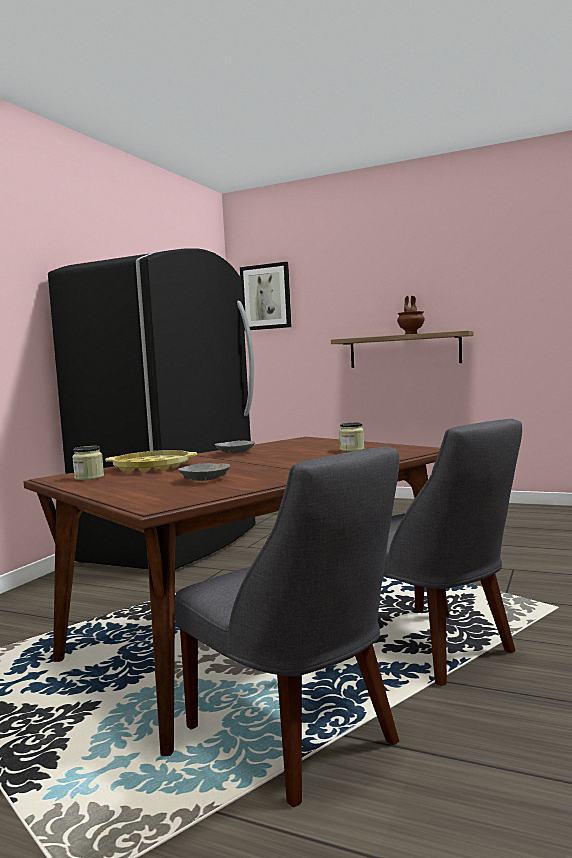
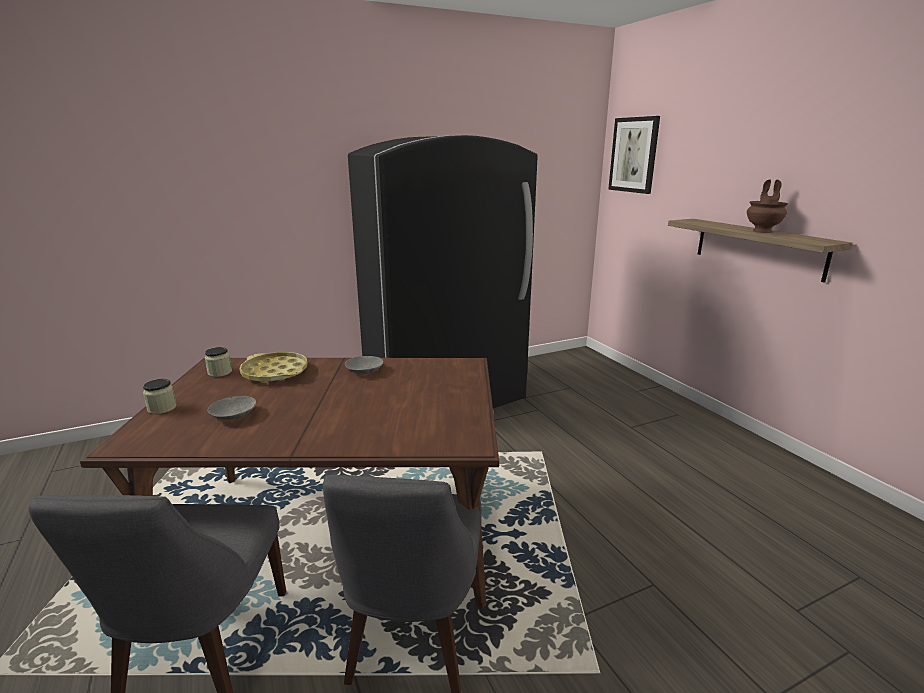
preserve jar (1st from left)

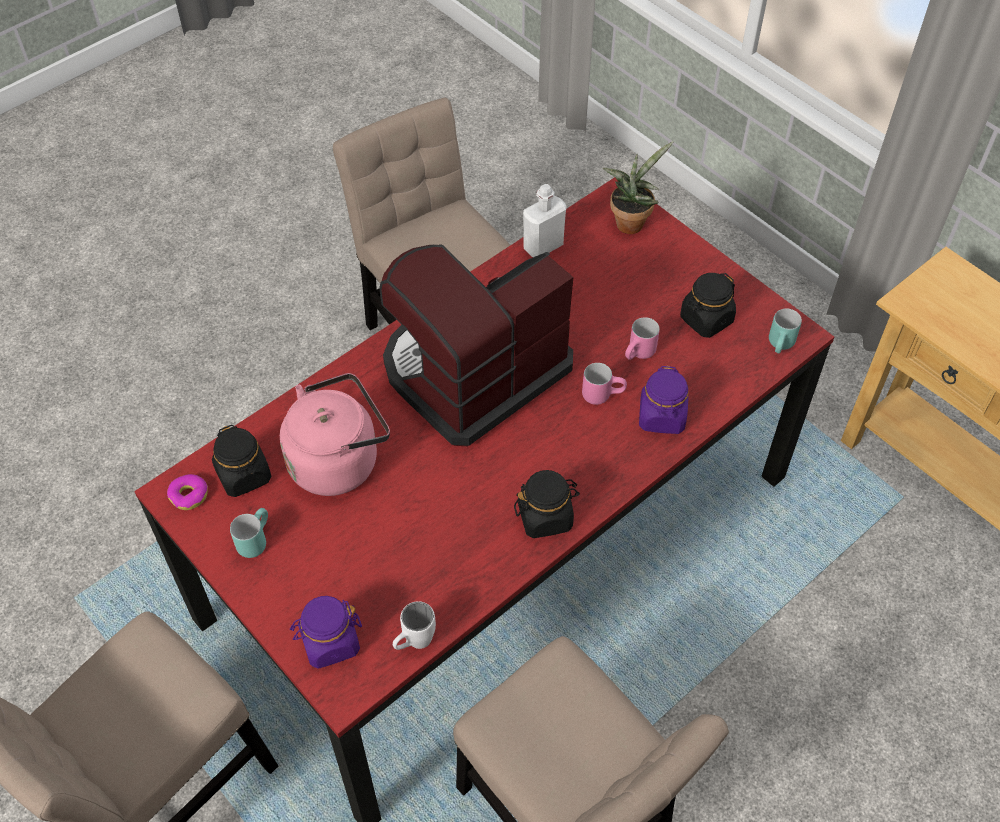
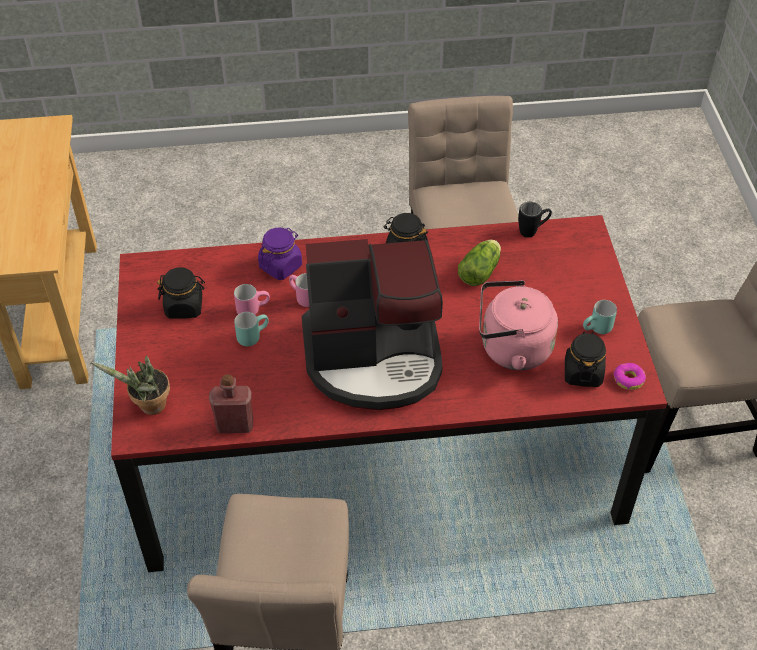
beverage bottle (red-coloured); mug (turquoise-coloured) (1st from left); preserve jar (purplish) (1st from left in the first image); mug (black); head of lettuce

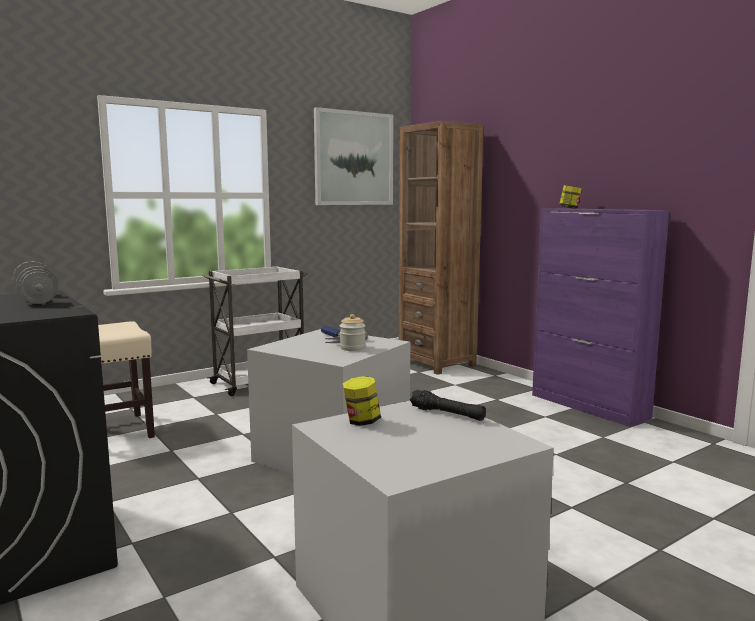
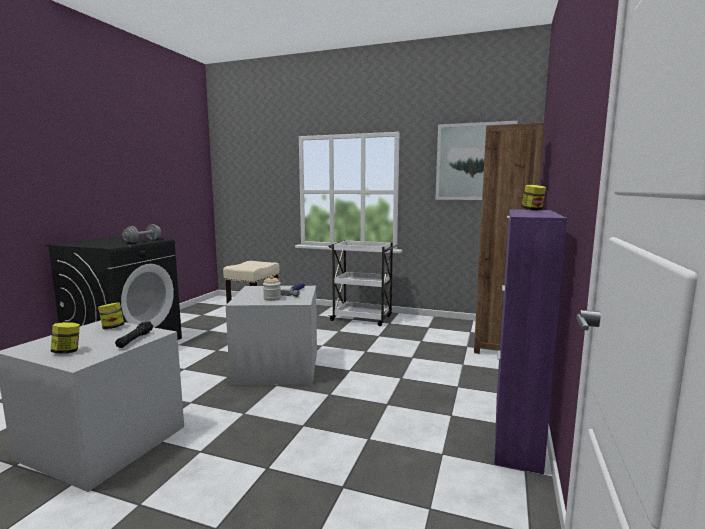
preserve jar (1st from left)

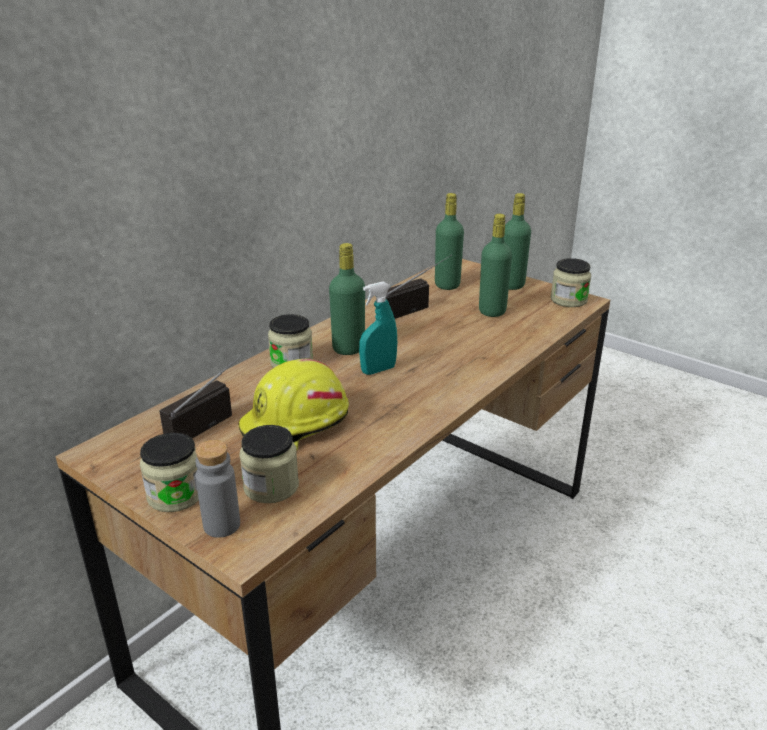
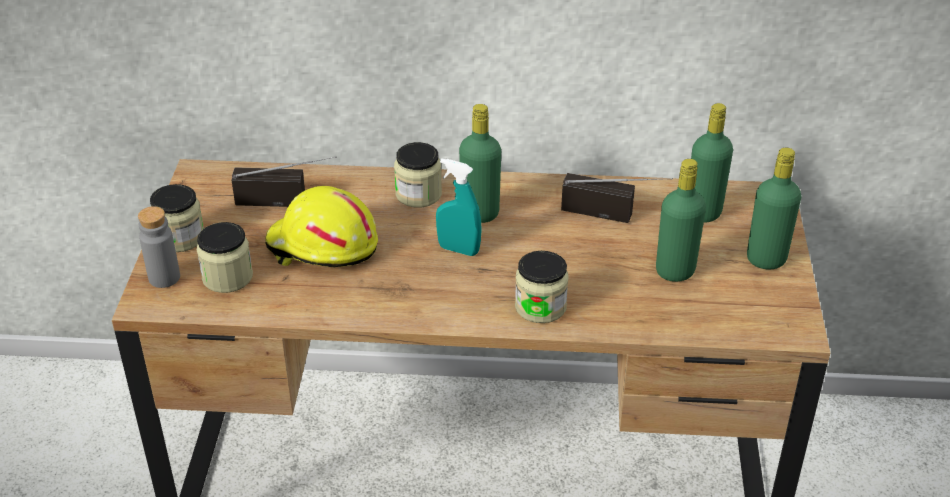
preserve jar (4th from left)

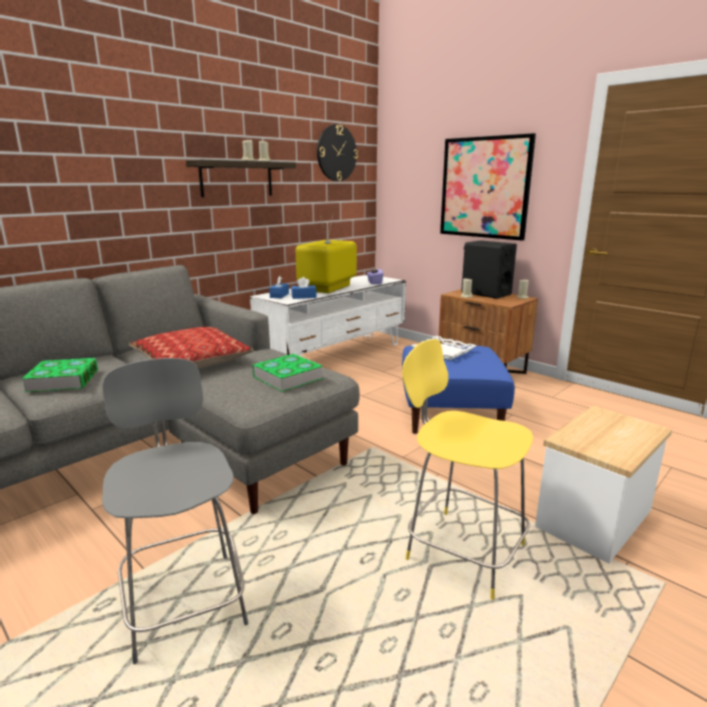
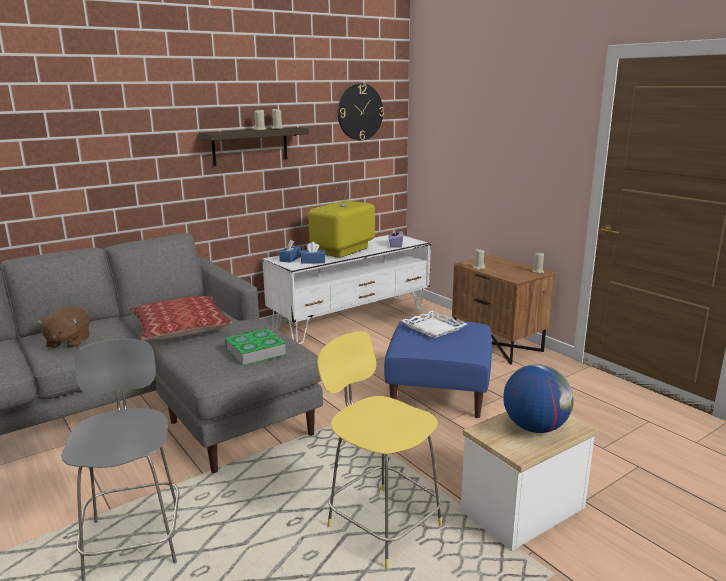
wall picture; speaker (black); plush toy (brown); world globe

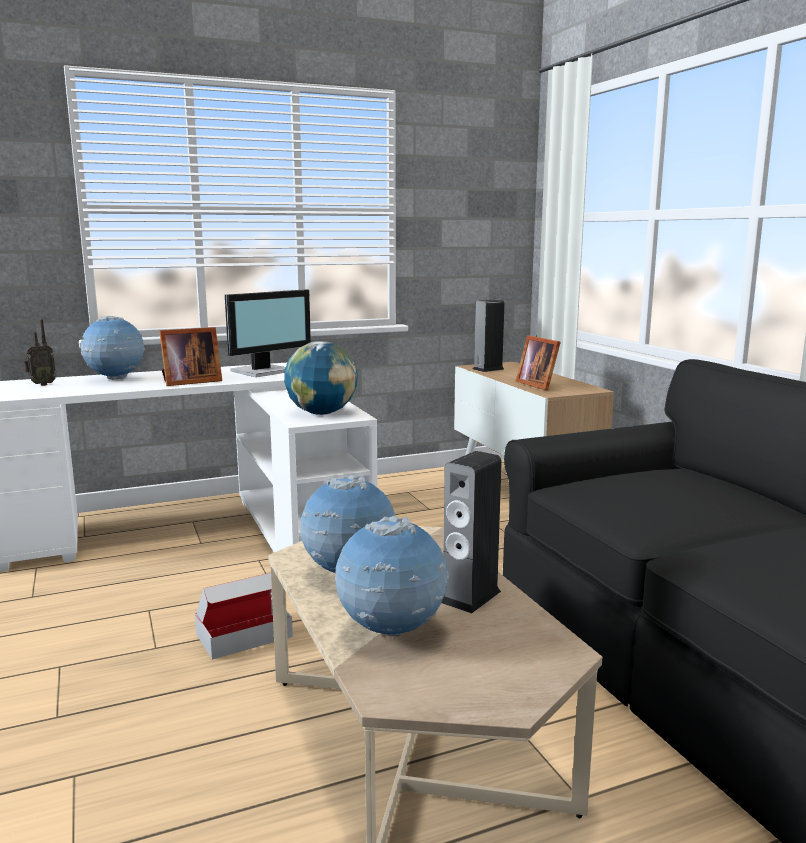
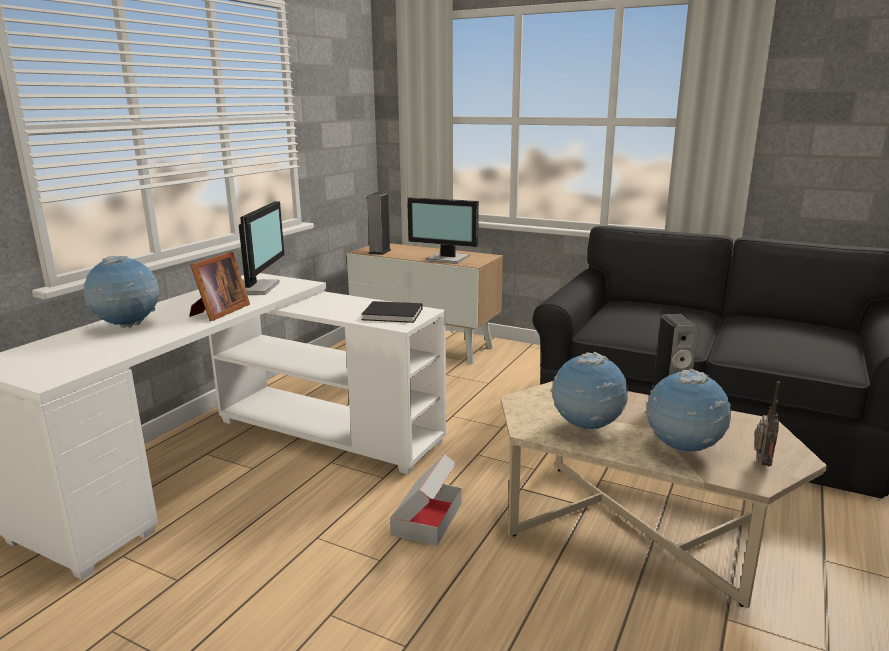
radio set; computer display (2nd from left); book (black)

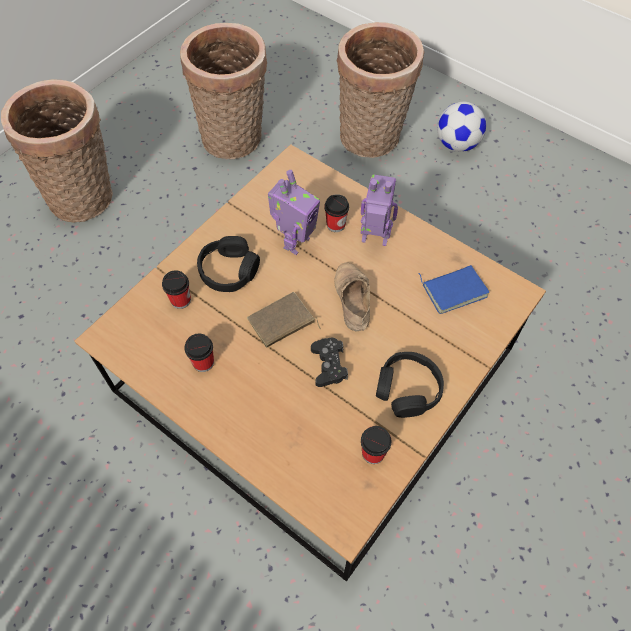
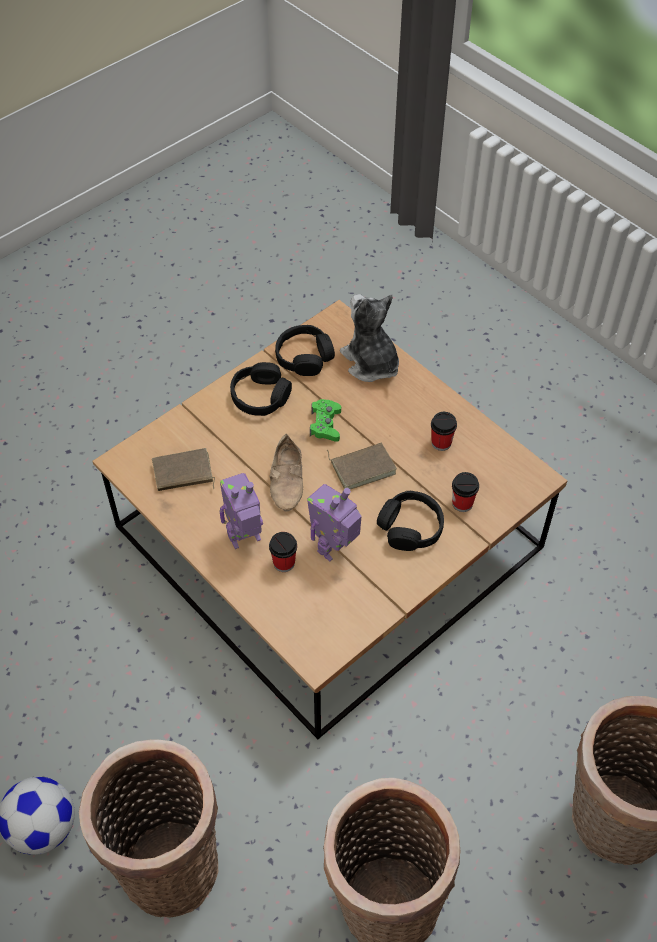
model robot (1st from left); book (brown) (1st from left); game controller (green); headphones (black) (2nd from left); plush toy

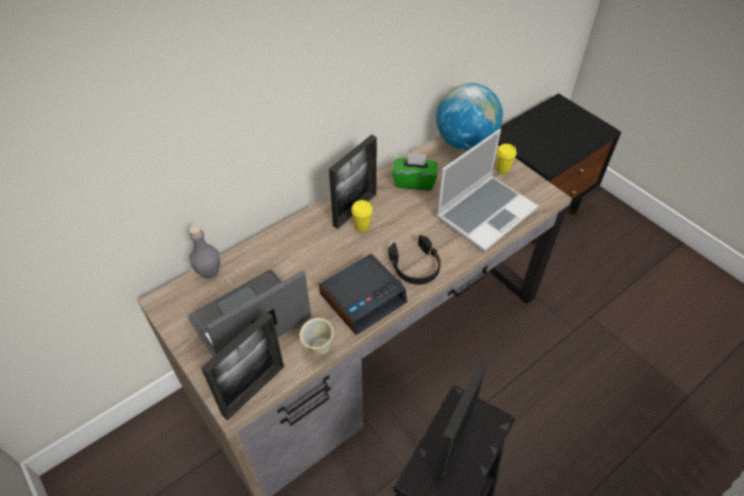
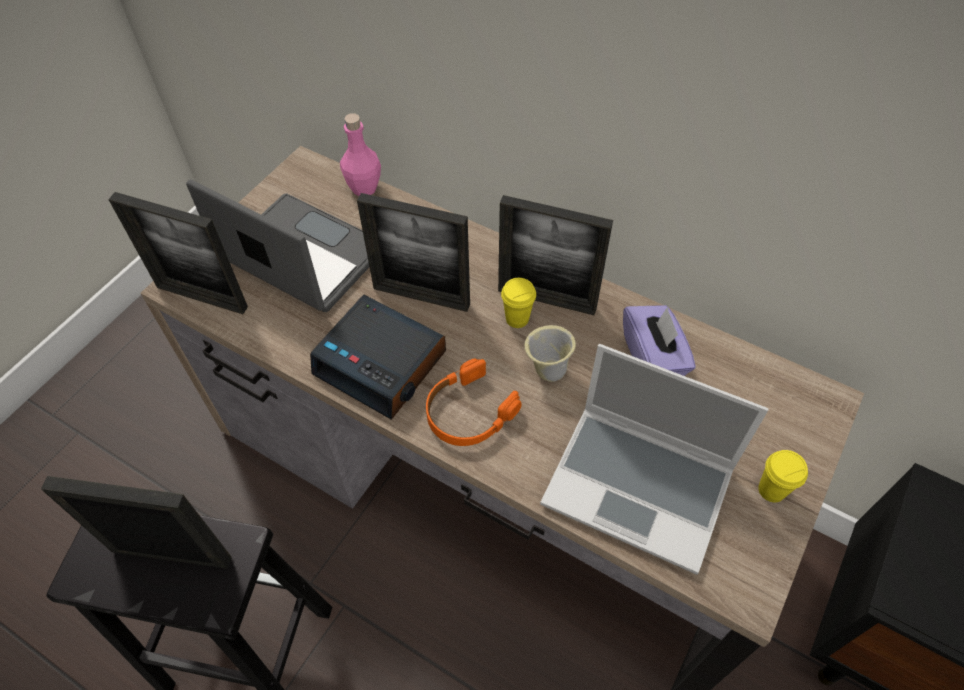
world globe; tissue box (purplish); beverage bottle (pink); headphones (orangey); mug (sand-coloured); photo frame (3rd from left)

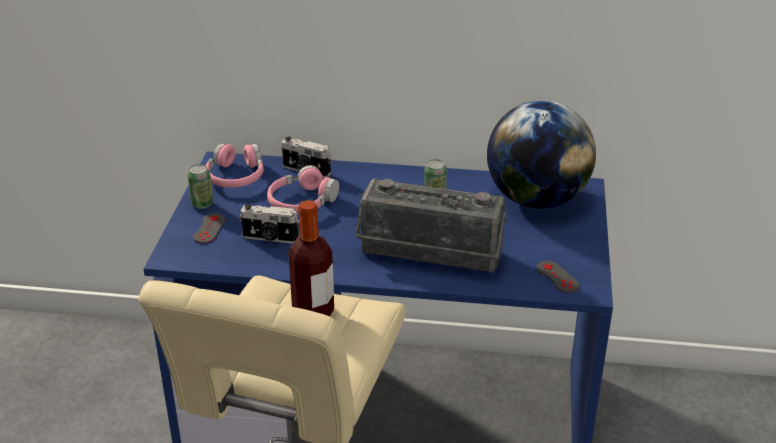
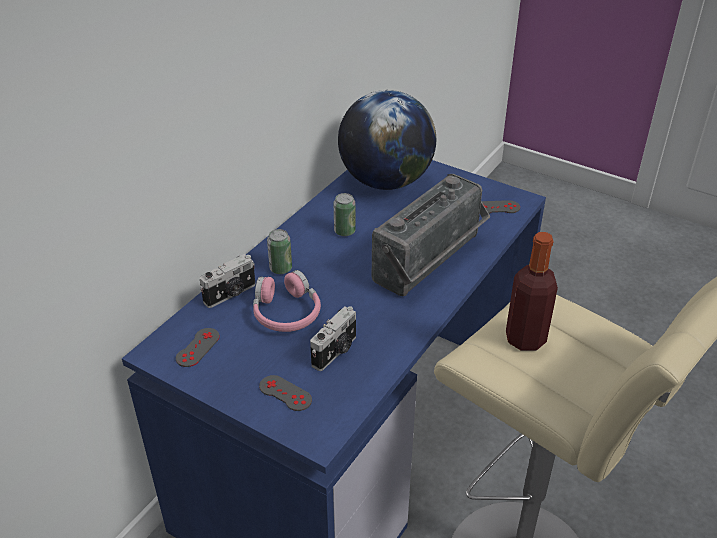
game controller (grey) (1st from left); sealed can (1st from left)

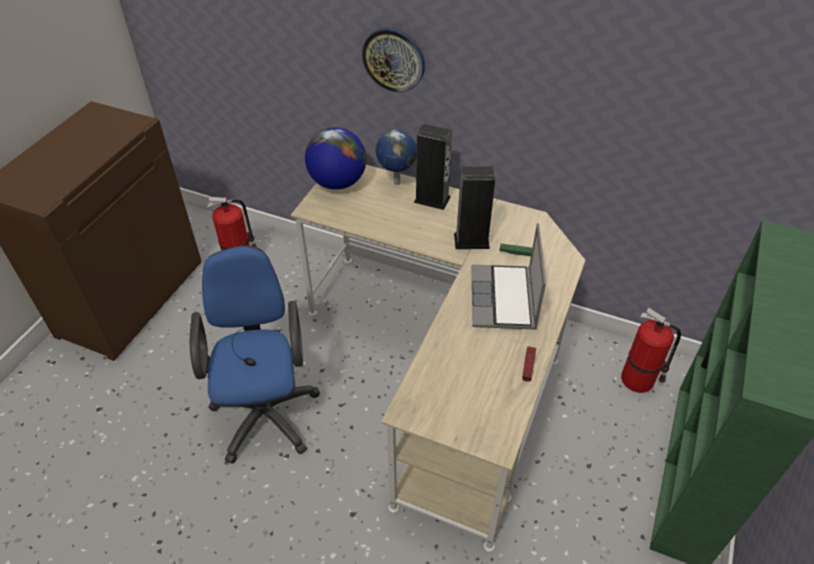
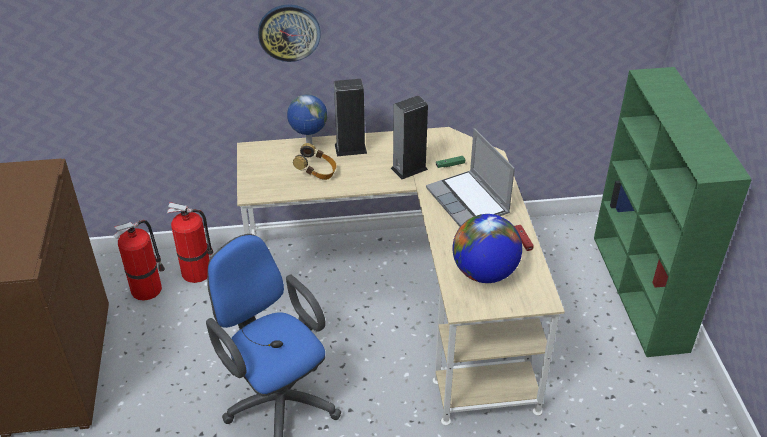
world globe (2nd from left); fire extinguisher (2nd from left); headphones

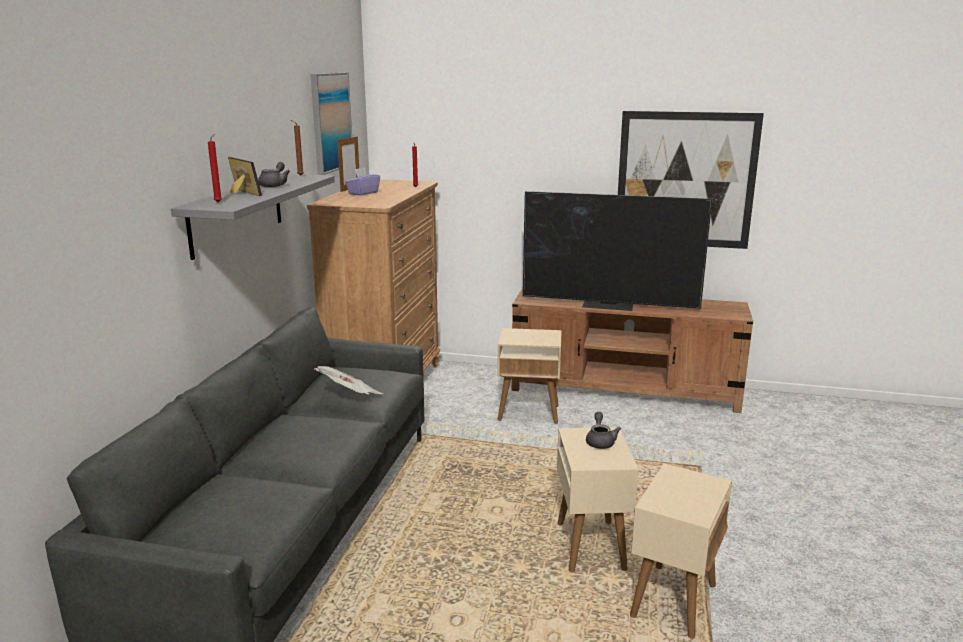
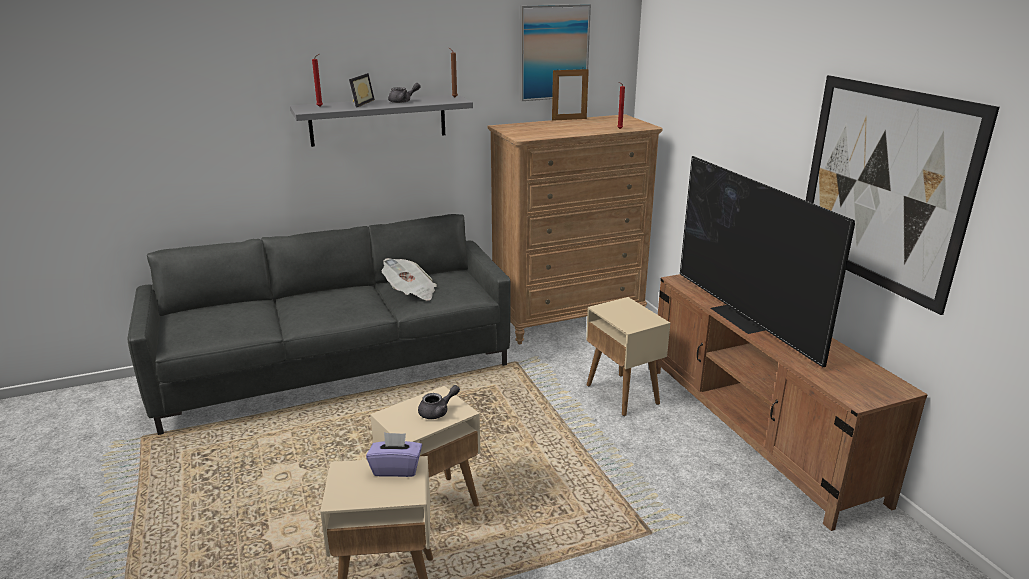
tissue box (purplish)

